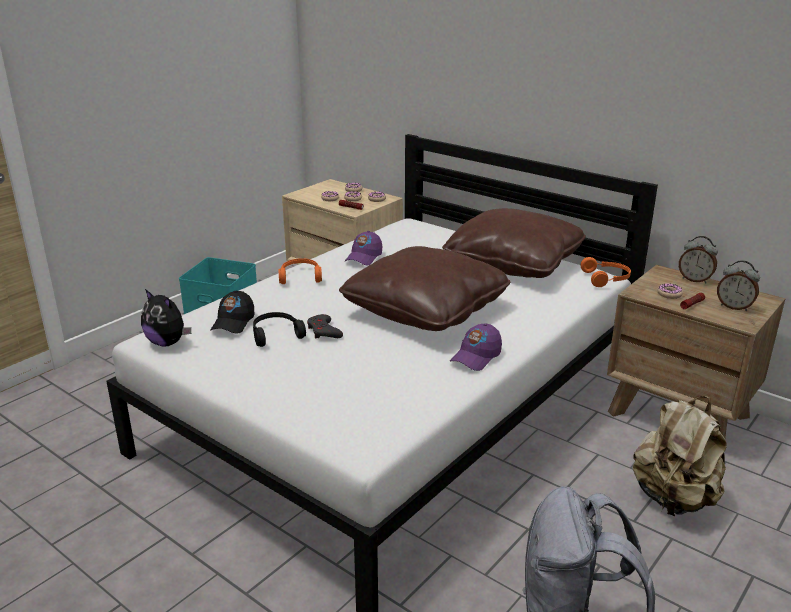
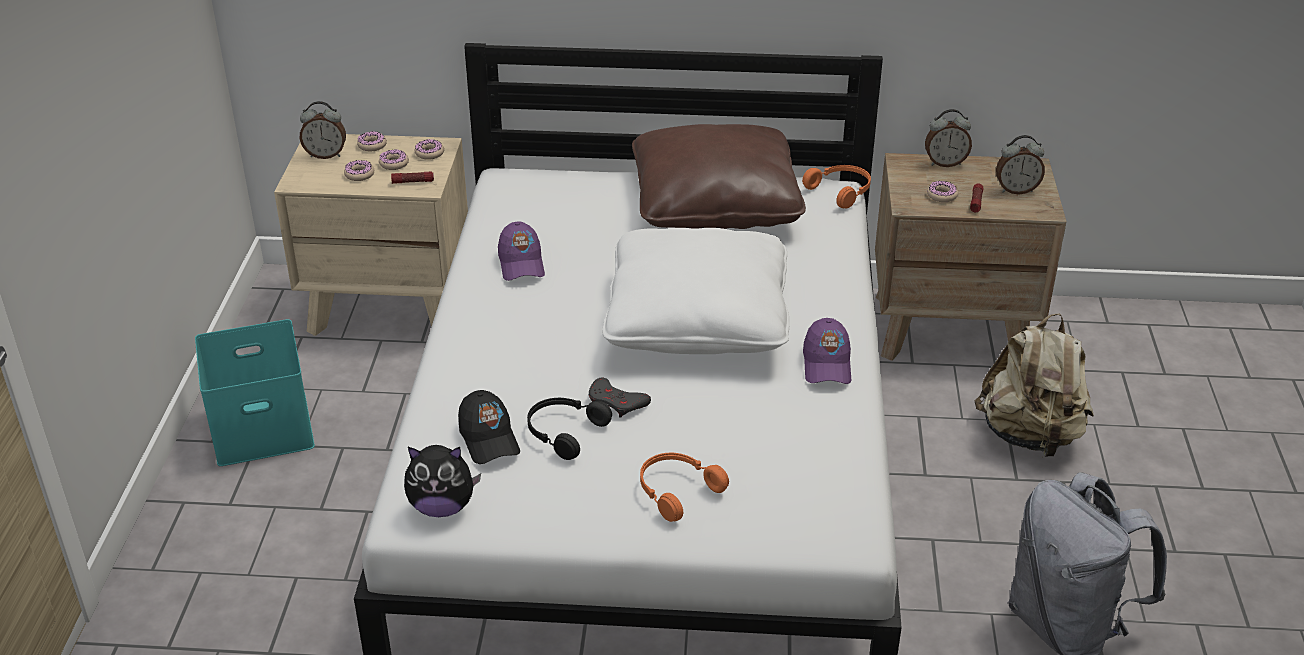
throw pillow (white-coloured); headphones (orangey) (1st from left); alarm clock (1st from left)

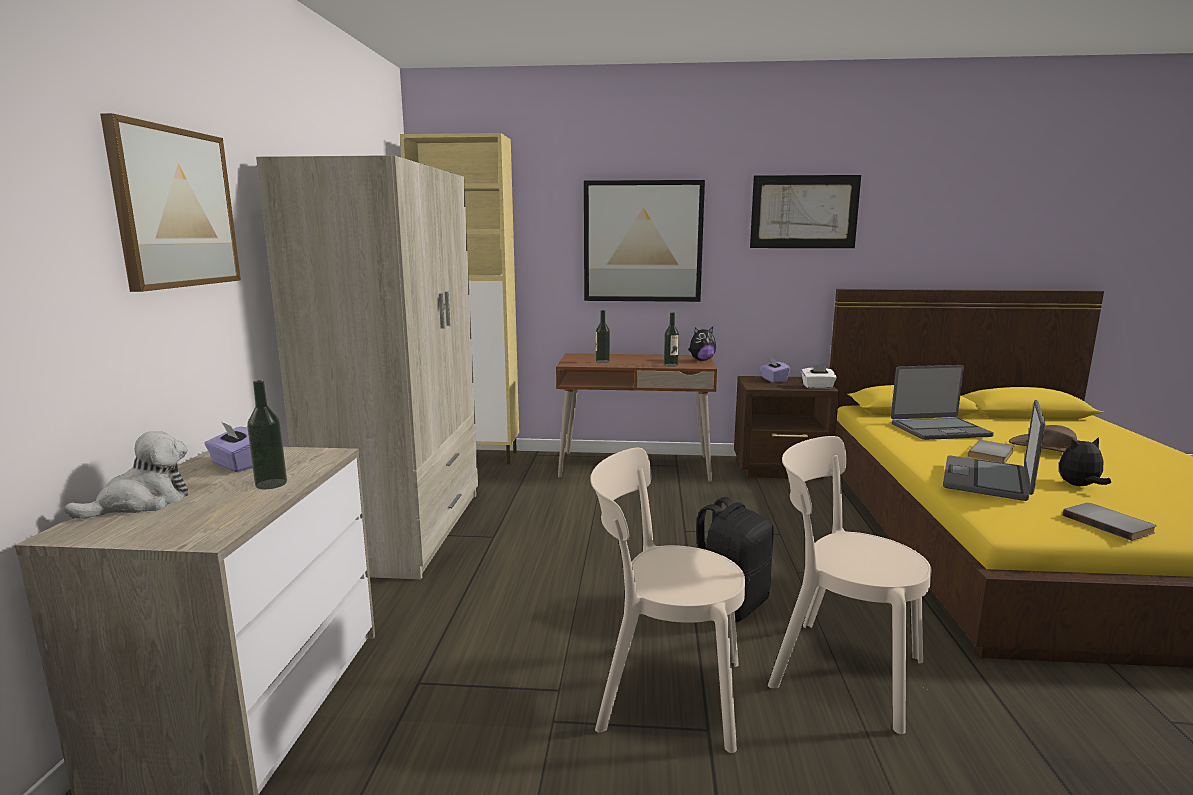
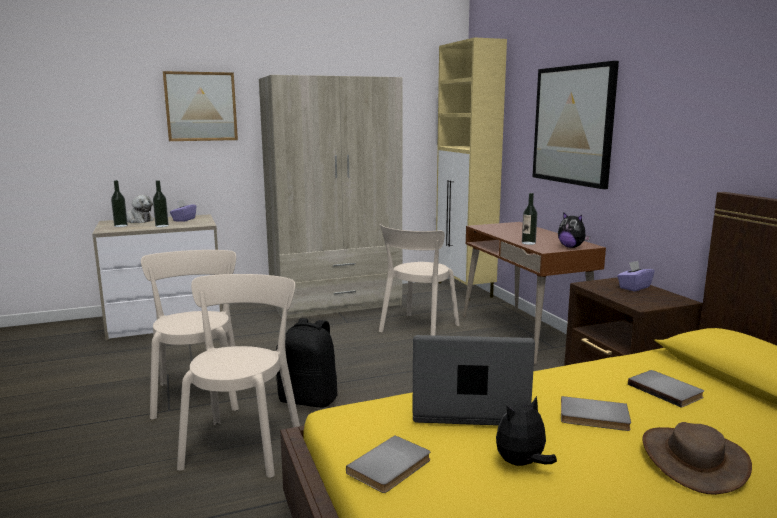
wall picture (3rd from left in the first image); beverage bottle (1st from left); tissue box (white-coloured); book (grey) (3rd from left); plush toy (2nd from left); chair (sand-coloured) (3rd from left)

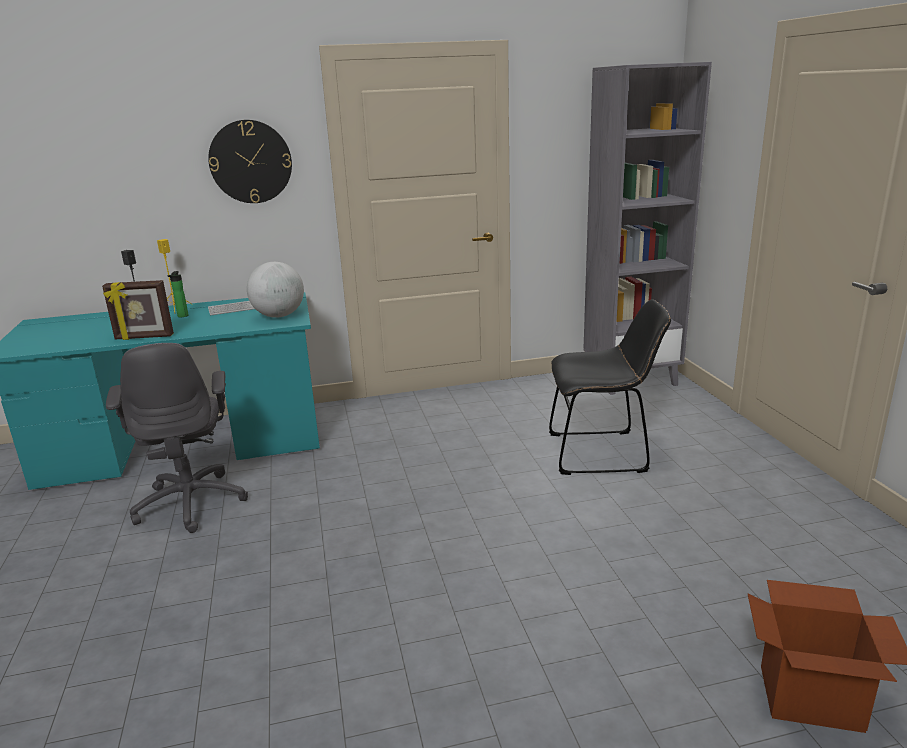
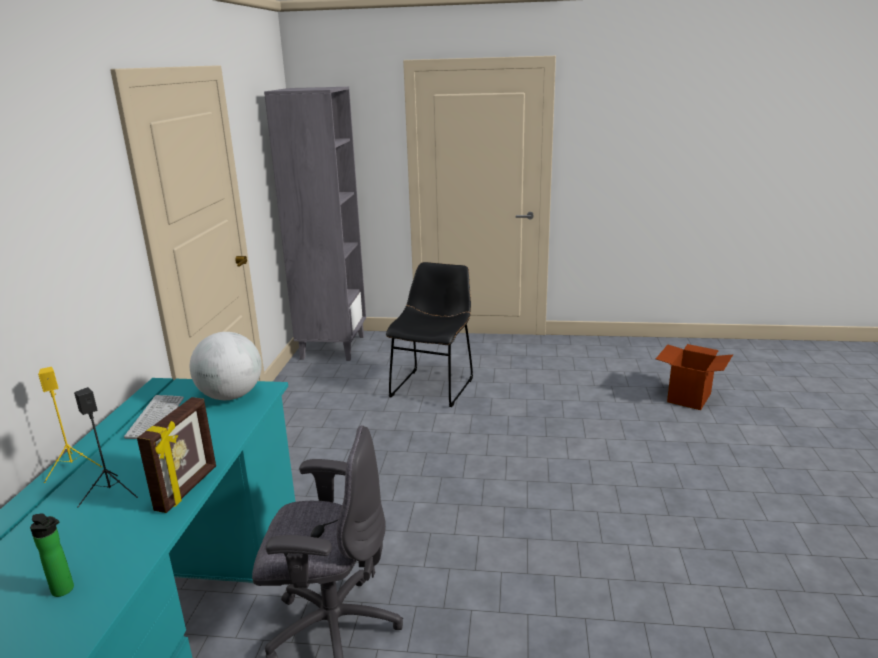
hanging clock; beverage bottle

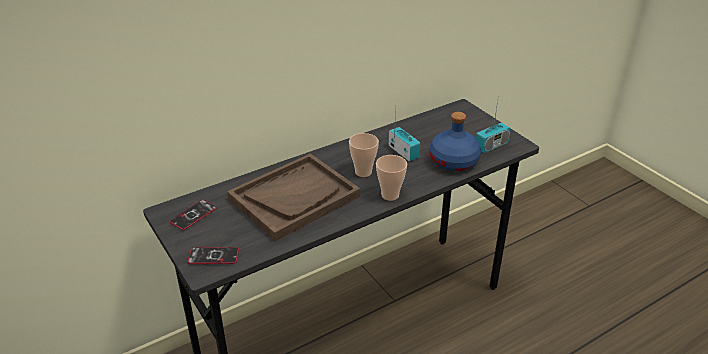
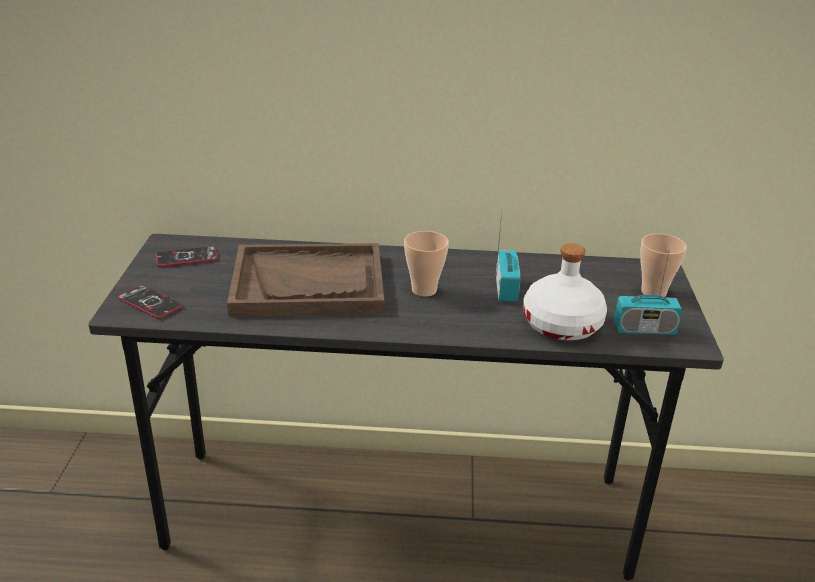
beverage bottle (white-coloured); cup (2nd from left)

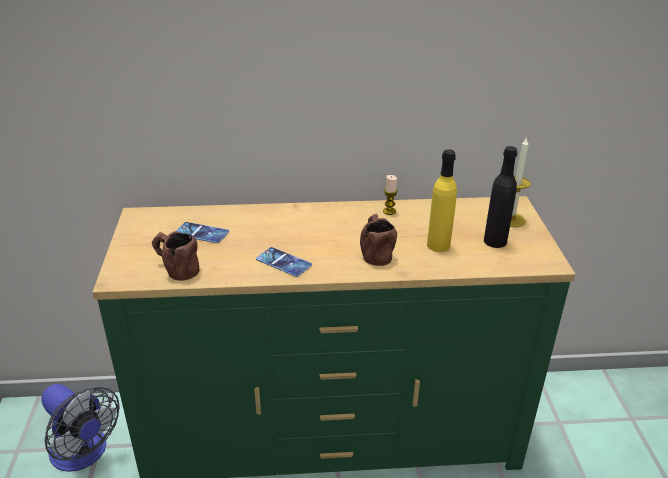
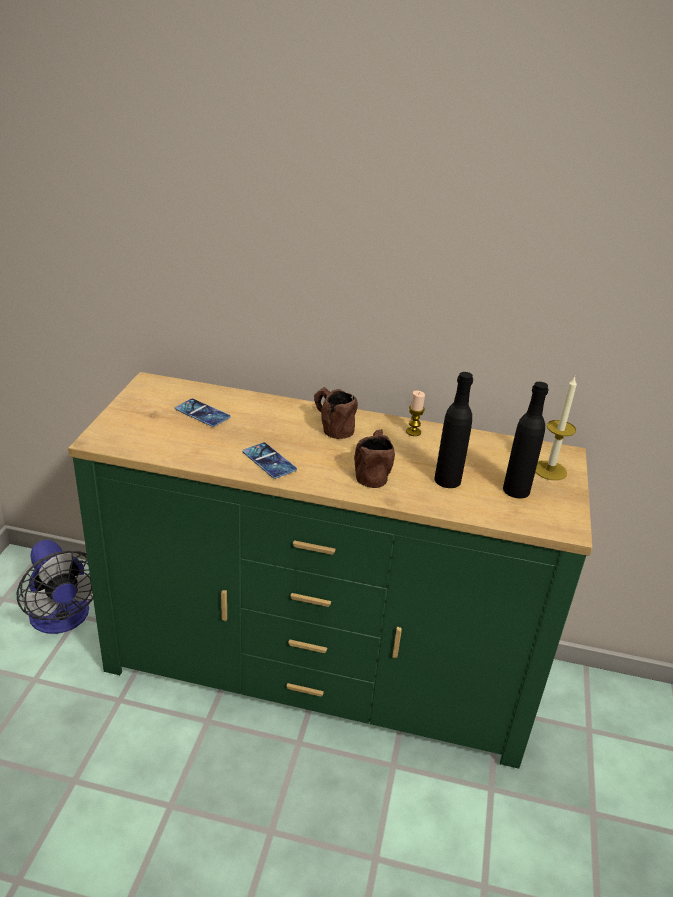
beverage bottle (black) (1st from left); mug (brown) (1st from left)

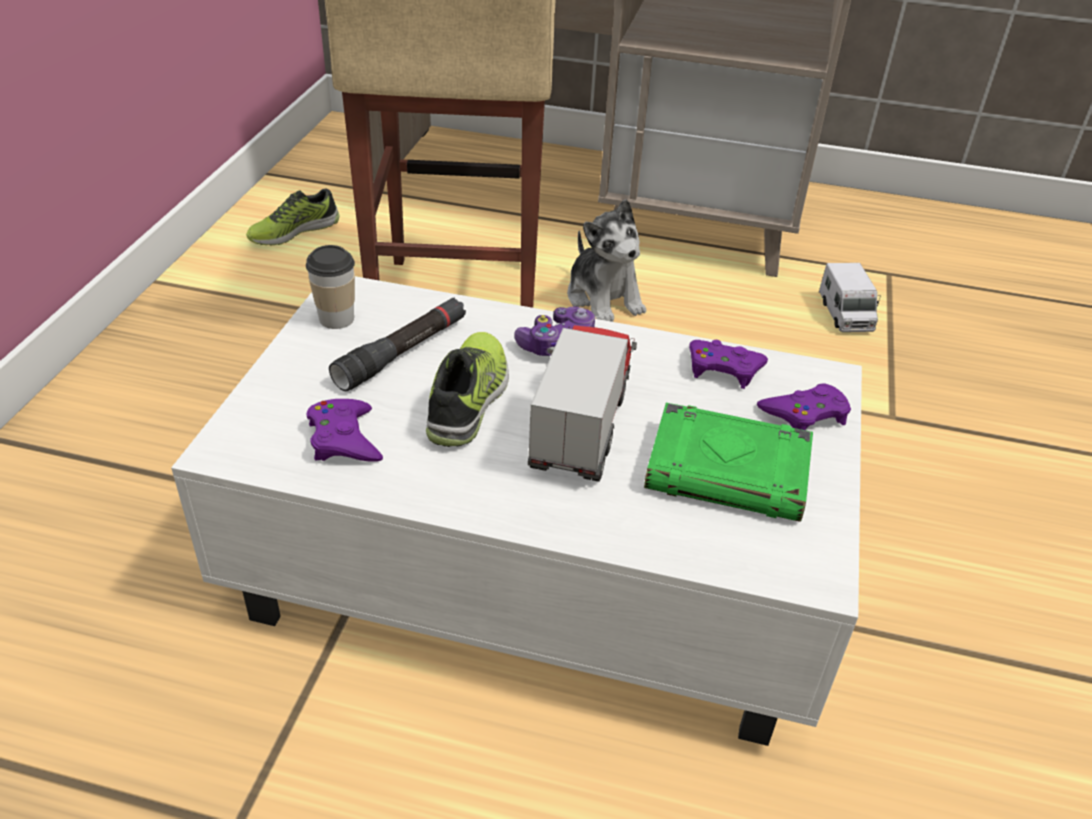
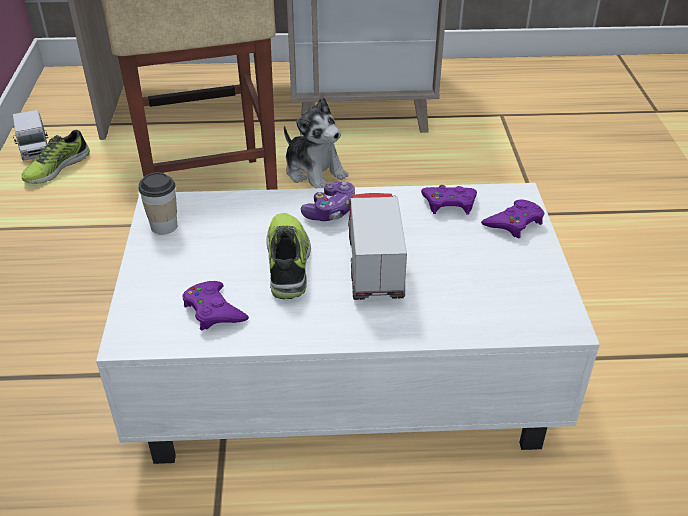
toy lorry (1st from left); flashlight (black); book (green)

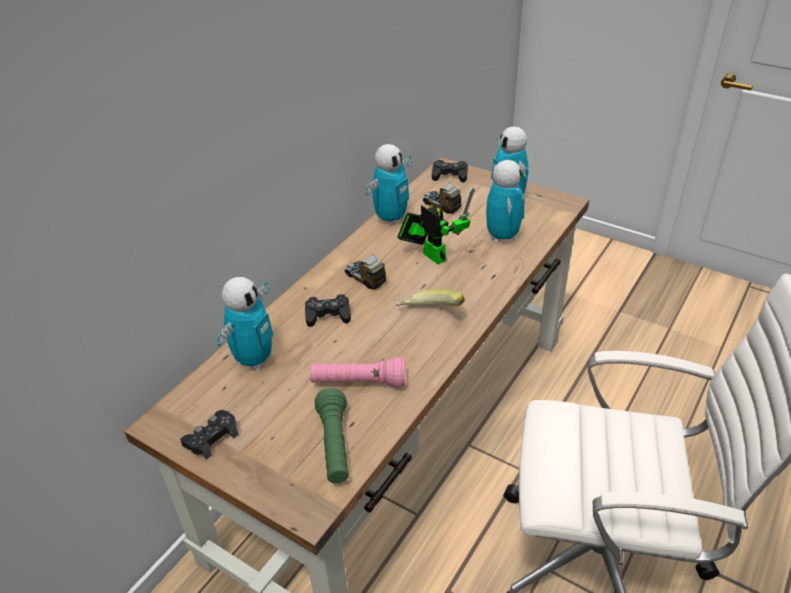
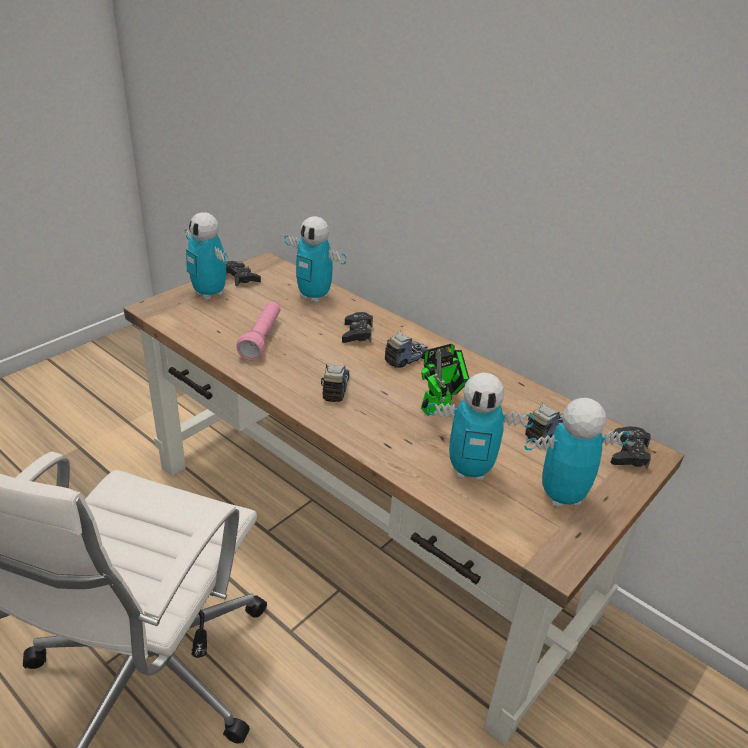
model robot (1st from left); toy lorry (1st from left); flashlight (green)

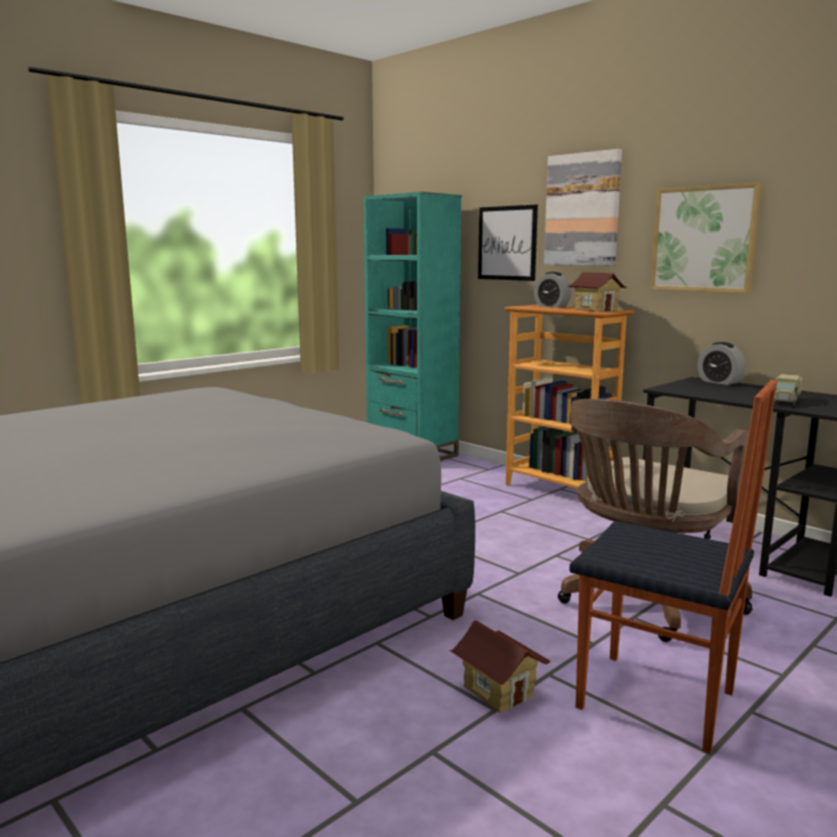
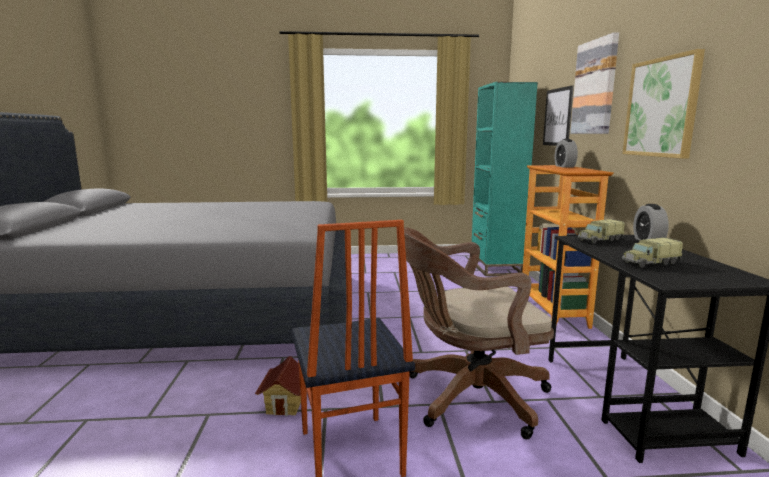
toy house (2nd from left in the first image); toy lorry (1st from left)

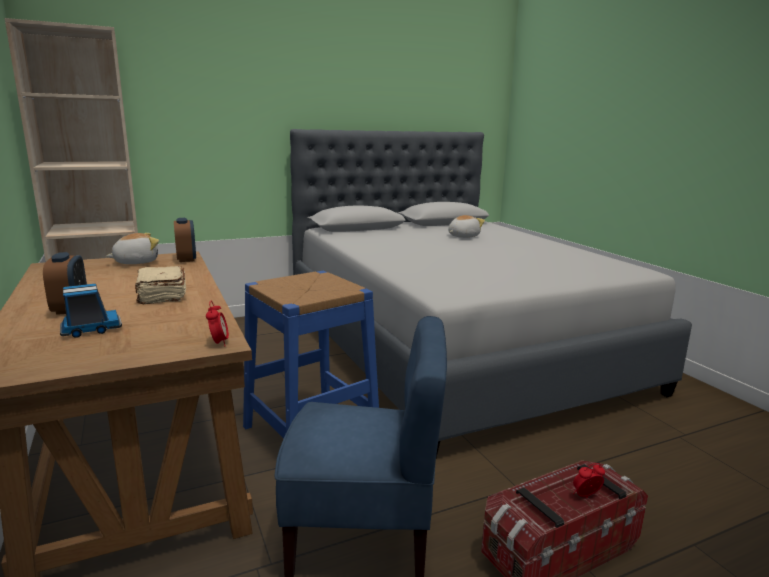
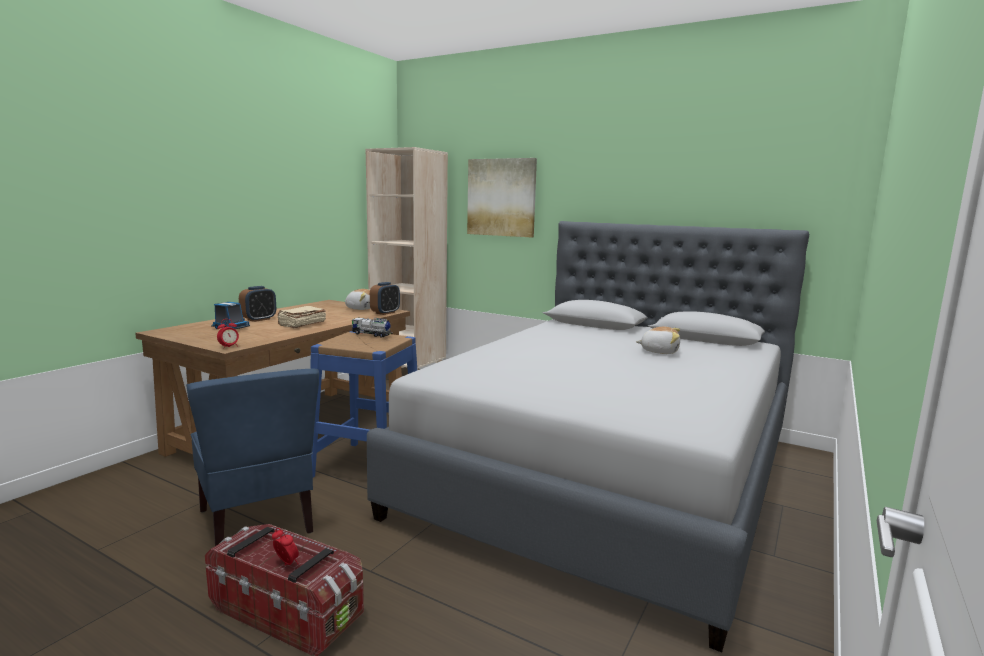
wall picture; toy lorry (2nd from left)

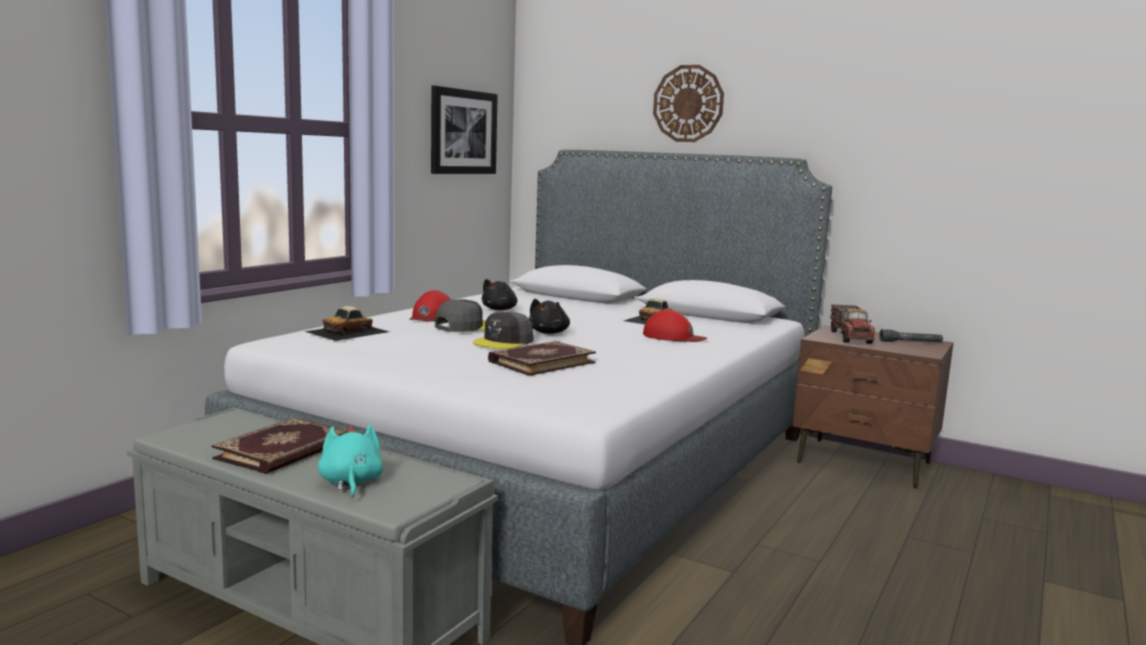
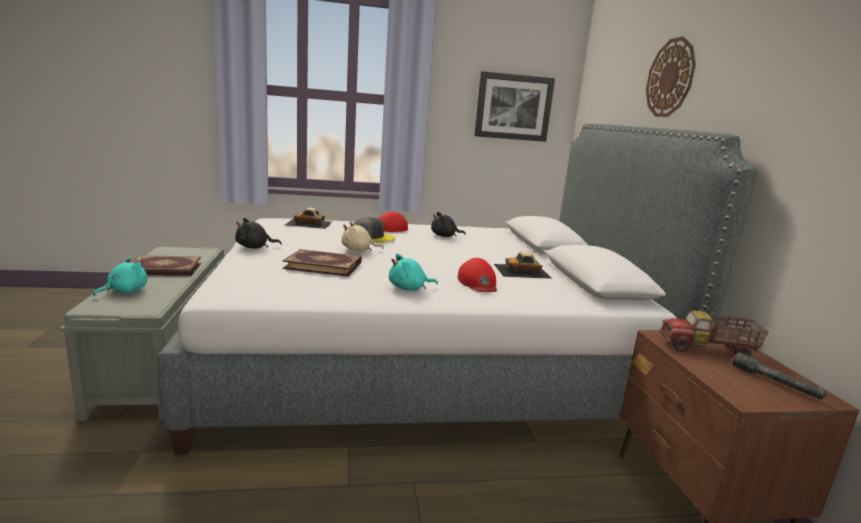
plush toy (black) (1st from left); toy lorry; plush toy (sand-coloured); plush toy (turquoise-coloured) (2nd from left)

